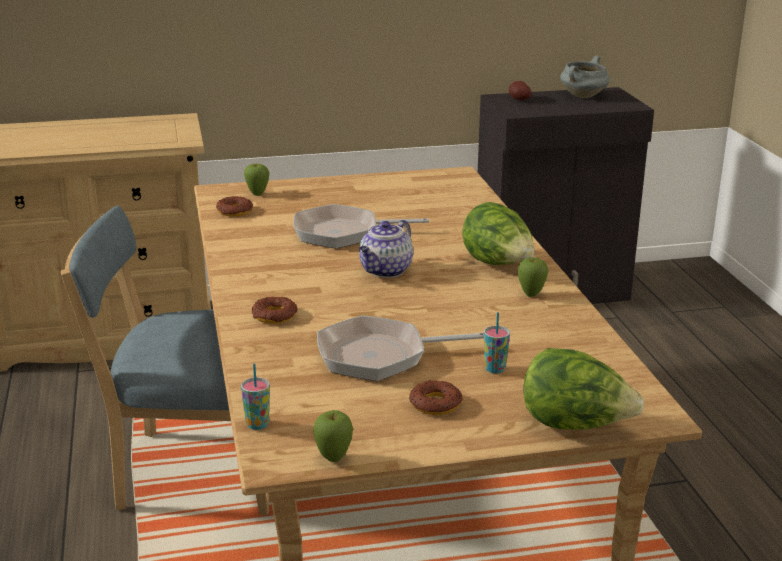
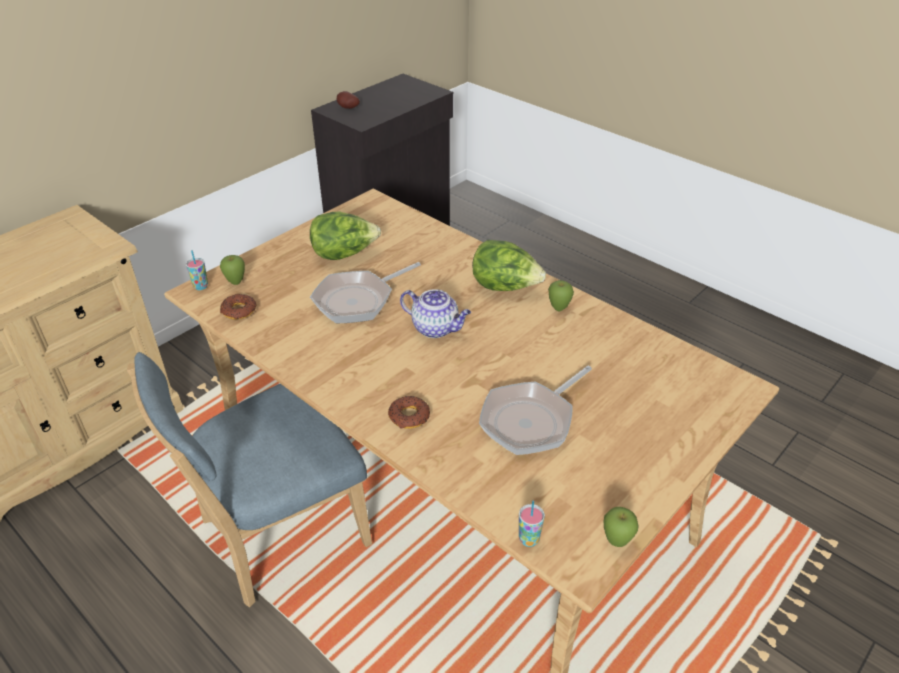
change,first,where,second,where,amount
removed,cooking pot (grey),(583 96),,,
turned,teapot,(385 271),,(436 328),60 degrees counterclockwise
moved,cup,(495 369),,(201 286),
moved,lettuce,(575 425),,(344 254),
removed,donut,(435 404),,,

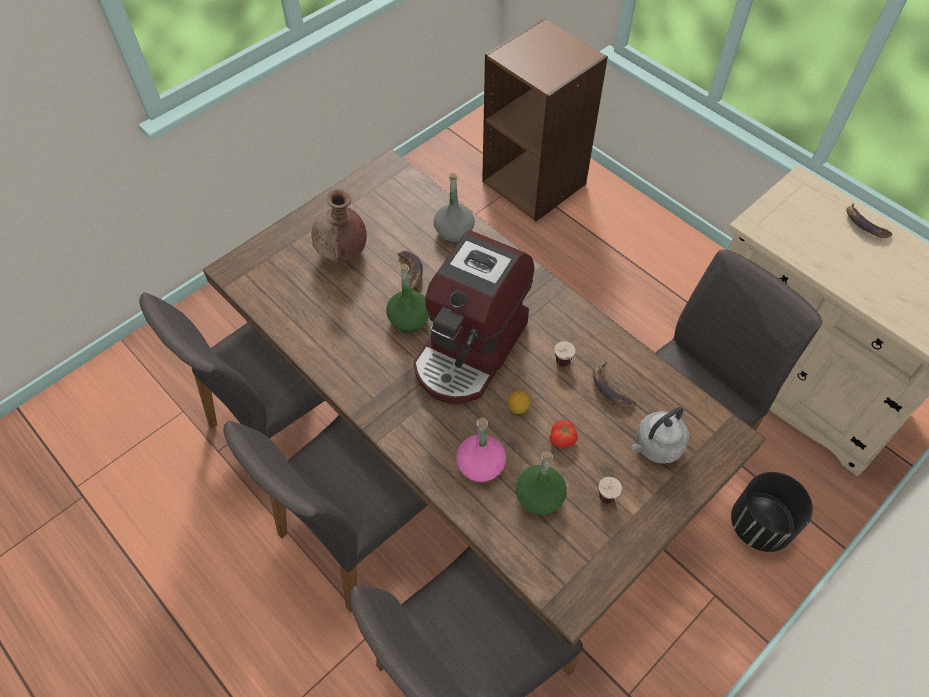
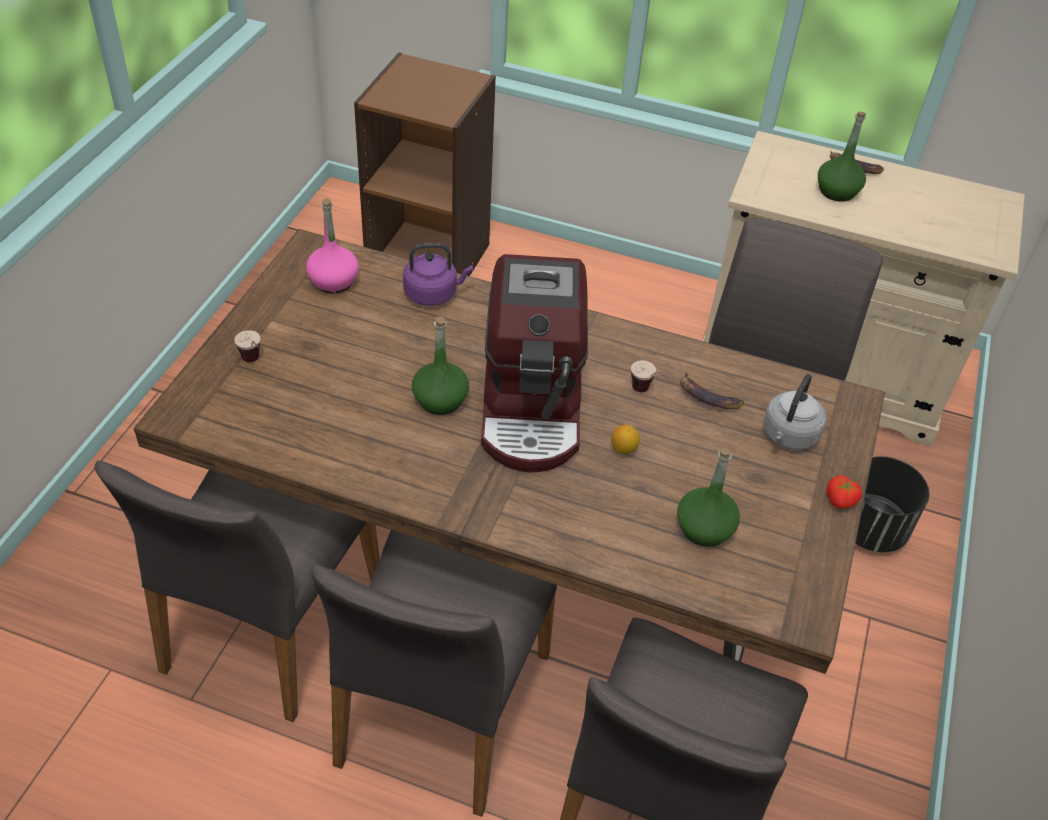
change,first,where,second,where,amount
replaced,bottle (grey),(454 231),kettle (purple),(433 294),
removed,vase (brown),(342 253),,,
removed,banana,(409 274),,,
moved,bottle (pink),(481 465),,(333 281),
moved,tomato,(563 439),,(841 499),
moved,cup,(608 505),,(254 363),
added,,,bottle (green),(836 191),

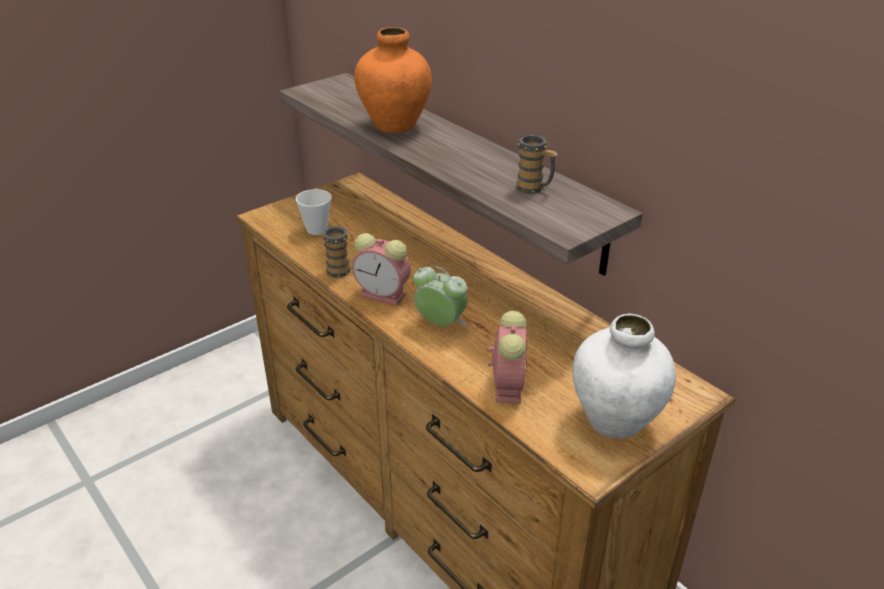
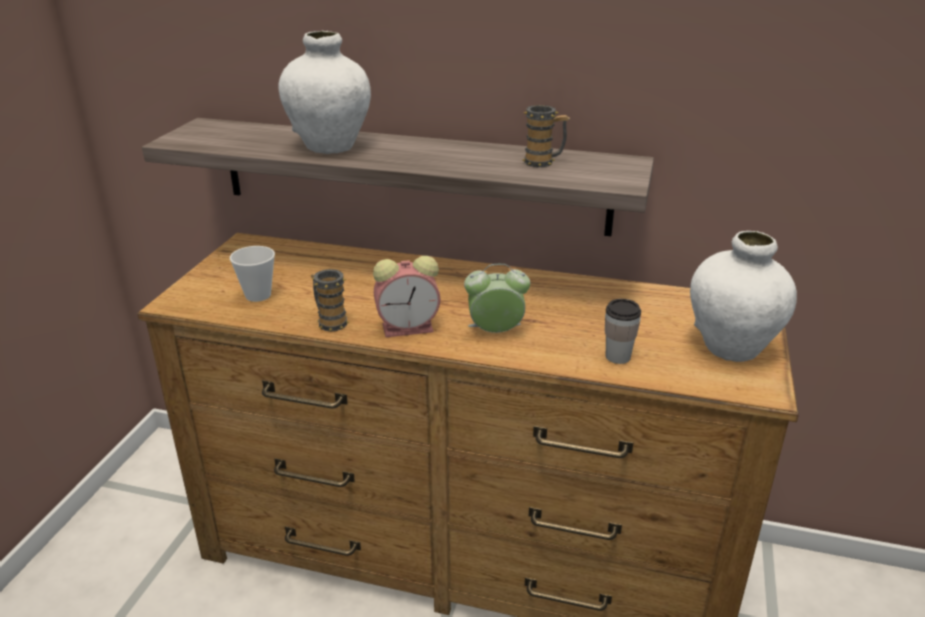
change,first,where,second,where,amount
recoloured,vase (orange),(394 125),vase (white),(329 147),
replaced,alarm clock,(507 385),cup,(618 356),

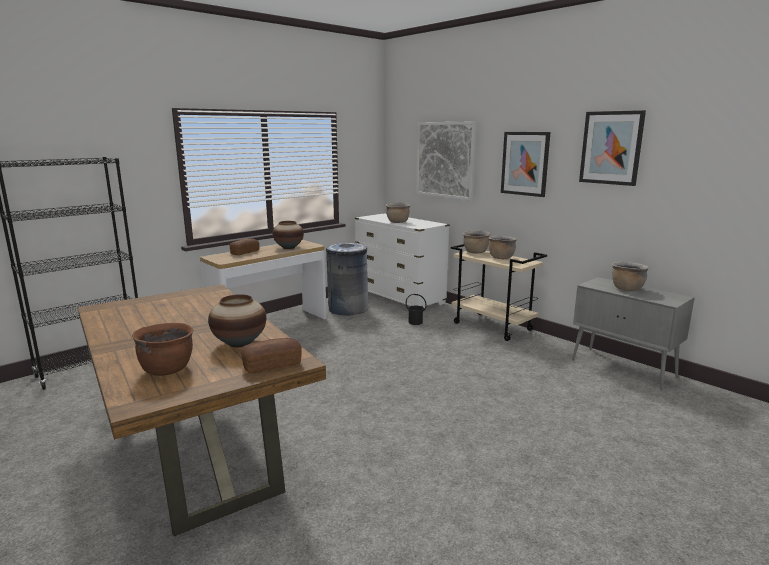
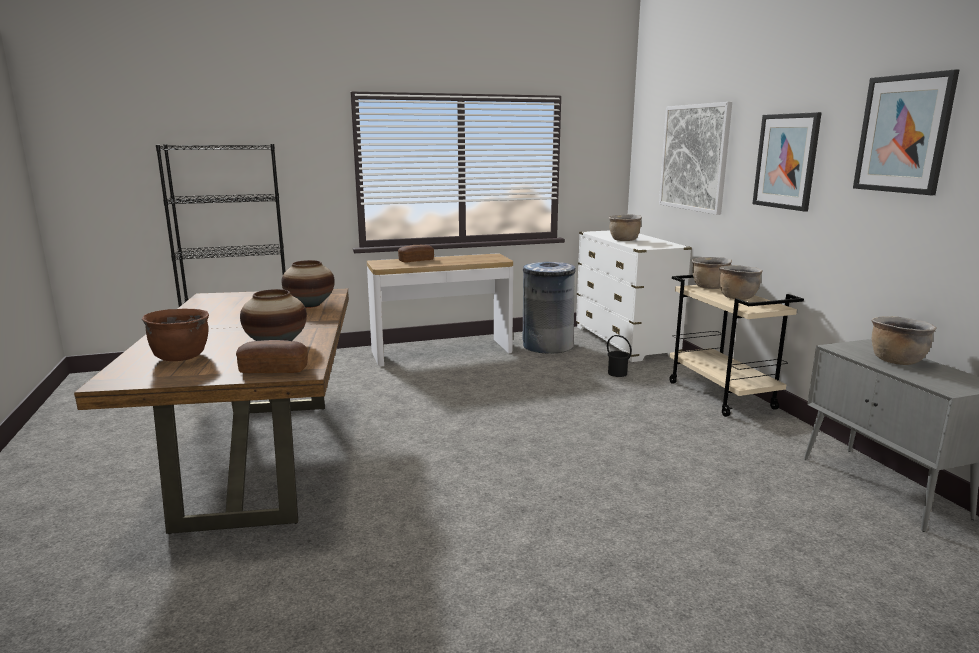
change,first,where,second,where,amount
moved,vase,(289 248),,(310 305),

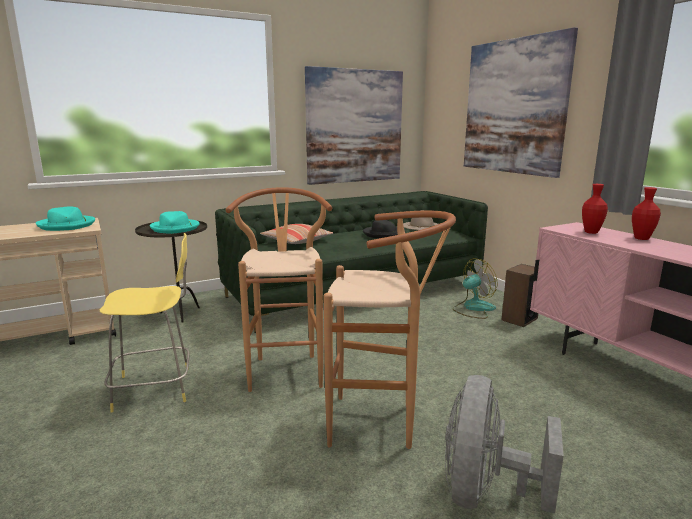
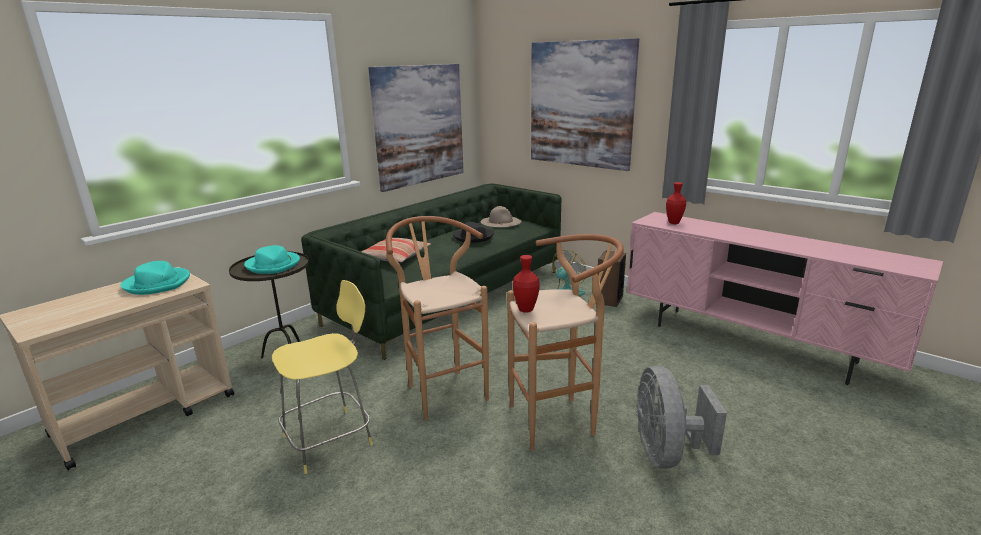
change,first,where,second,where,amount
moved,vase (red),(641 238),,(526 310),

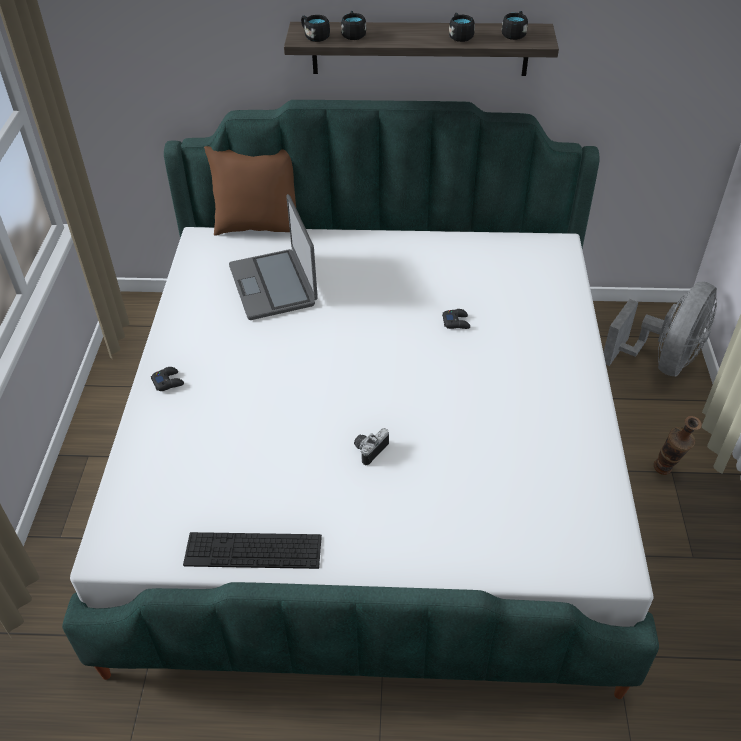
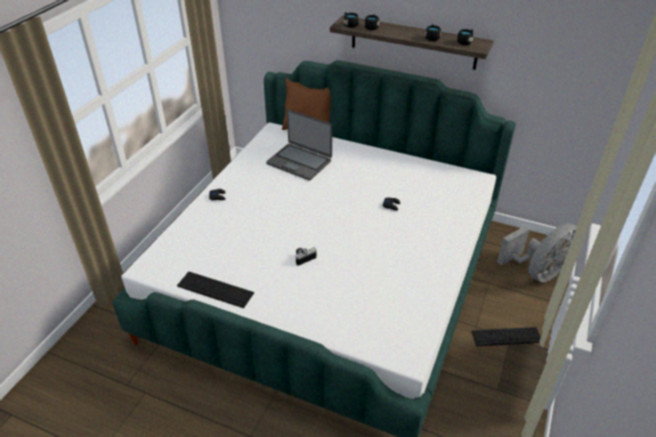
change,first,where,second,where,amount
turned,laptop,(274 285),,(299 162),60 degrees counterclockwise
replaced,vase,(666 472),keyboard,(506 336),

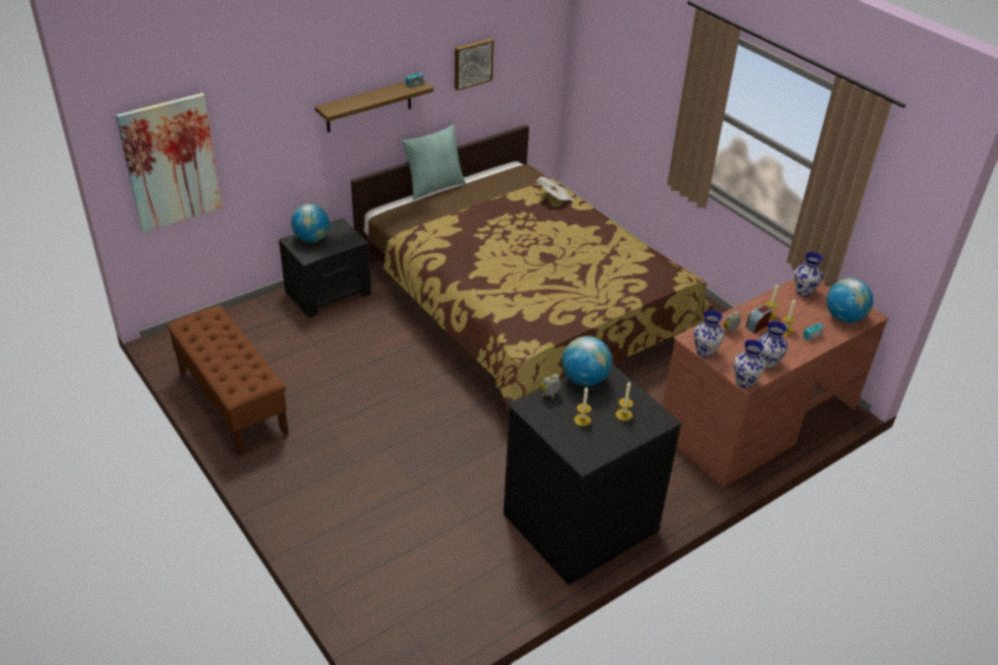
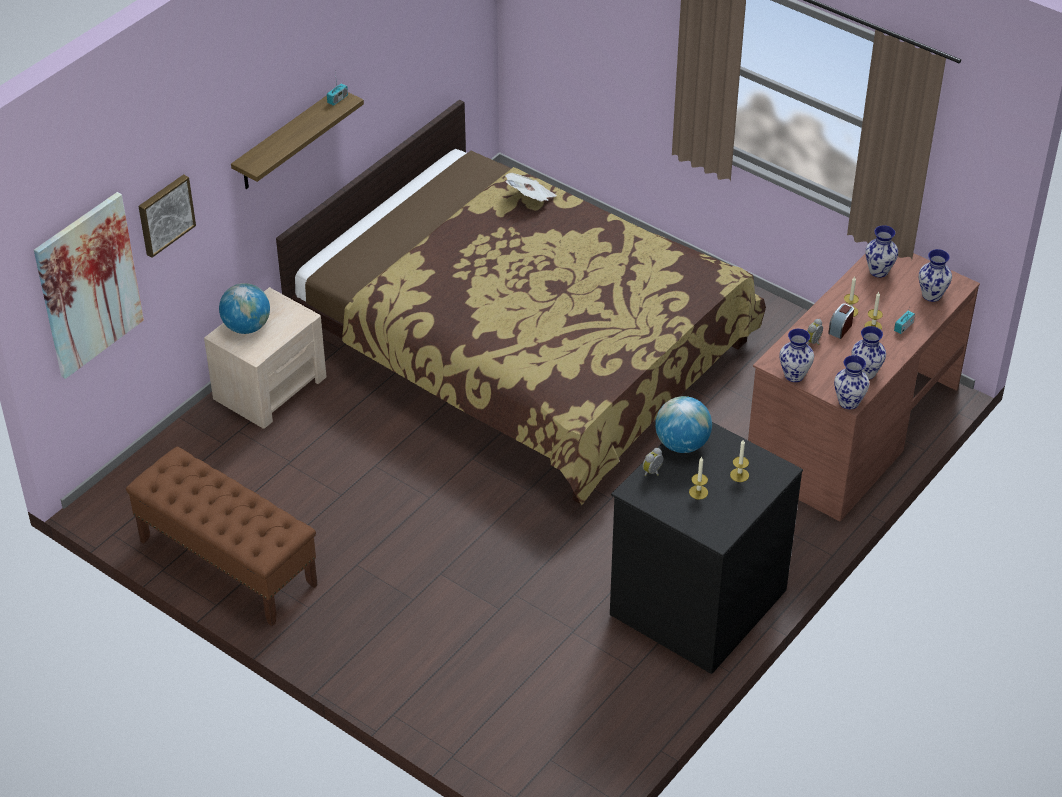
change,first,where,second,where,amount
moved,picture,(472 63),,(165 214),
removed,pillow,(434 187),,,
recoloured,nightstand (black),(328 292),nightstand (beige),(270 387),
replaced,globe,(844 317),vase,(931 295),

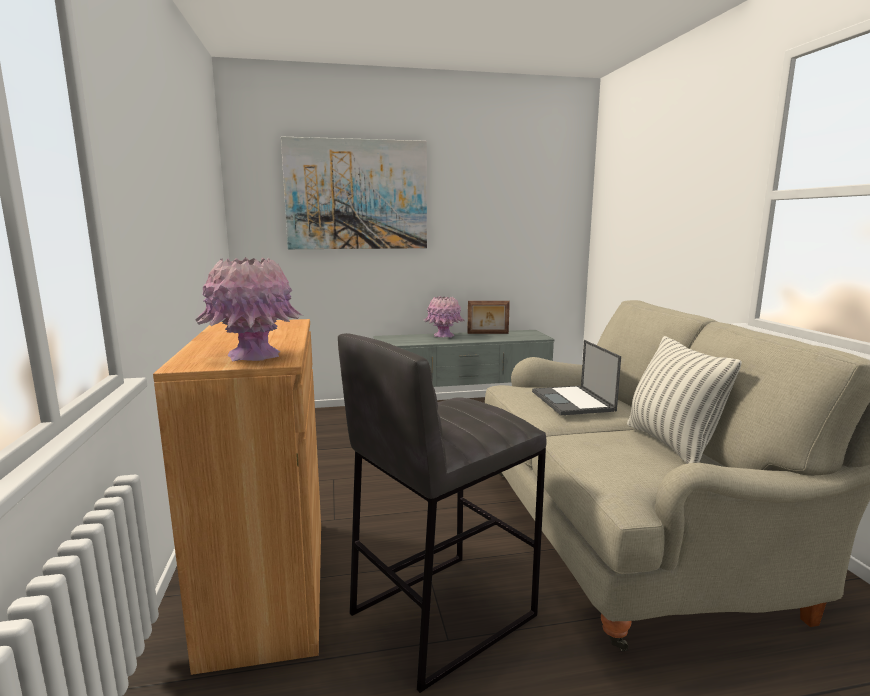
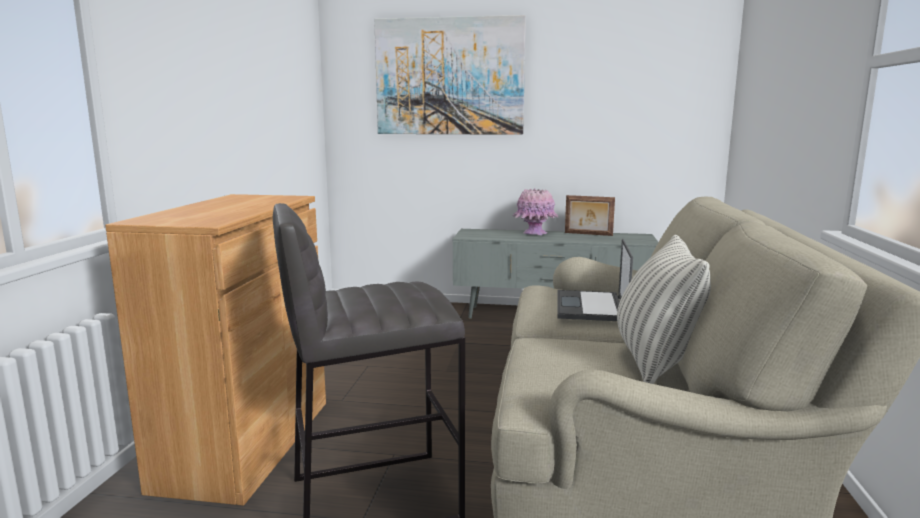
change,first,where,second,where,amount
removed,vase (pink),(253 356),,,

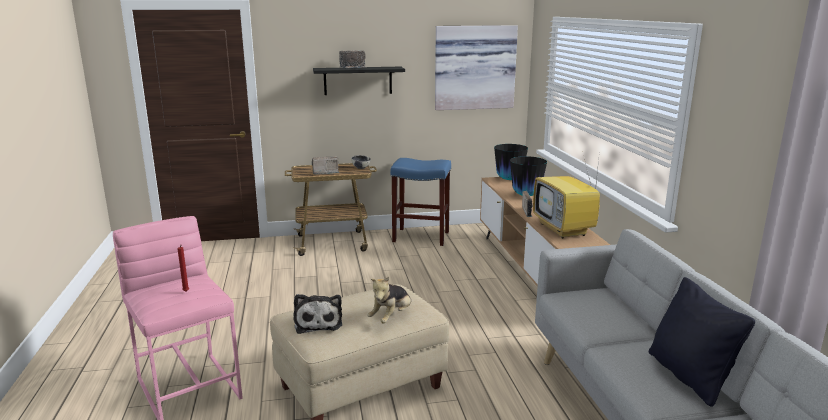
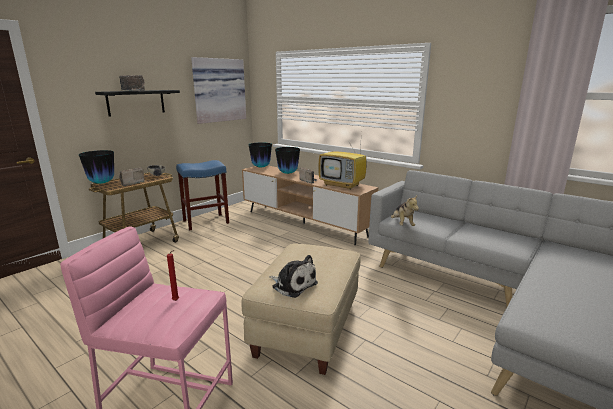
change,first,where,second,where,amount
moved,plush toy,(391 317),,(402 224),
removed,pillow (black),(689 376),,,
added,,,vase,(102 183),

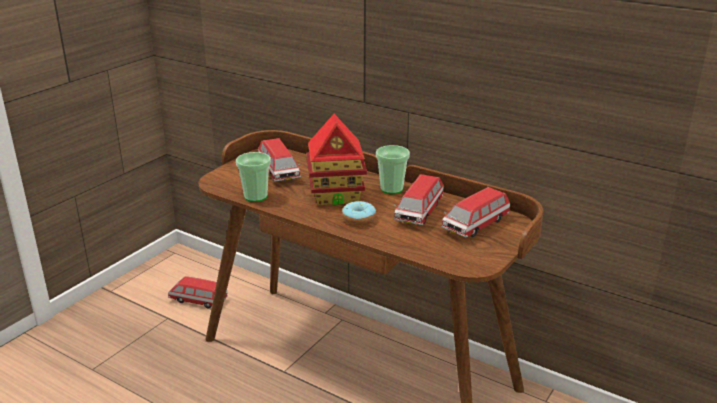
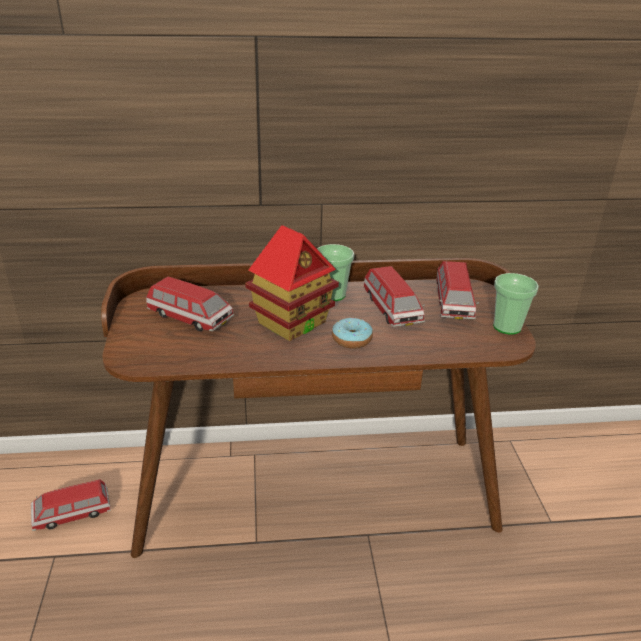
change,first,where,second,where,amount
moved,cup,(255 196),,(507 327),

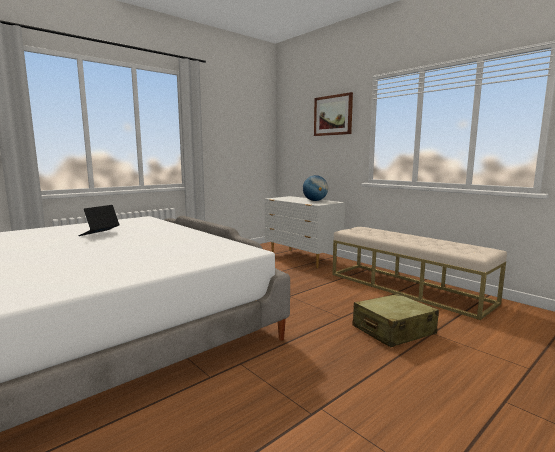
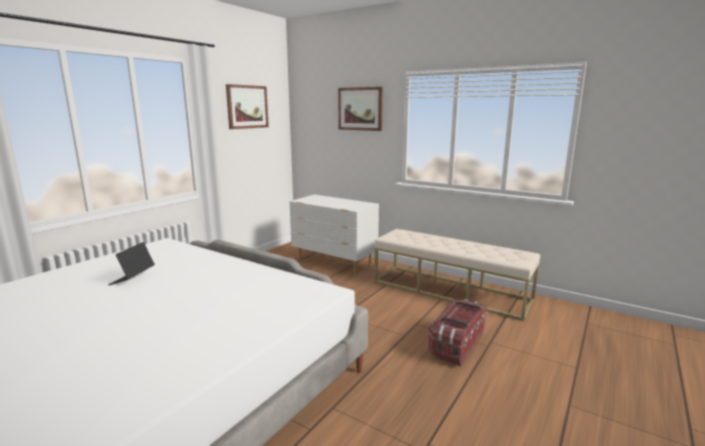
change,first,where,second,where,amount
removed,globe,(315 200),,,
replaced,suitcase (beige),(393 330),storage box,(456 344),
added,,,picture,(247 107),

